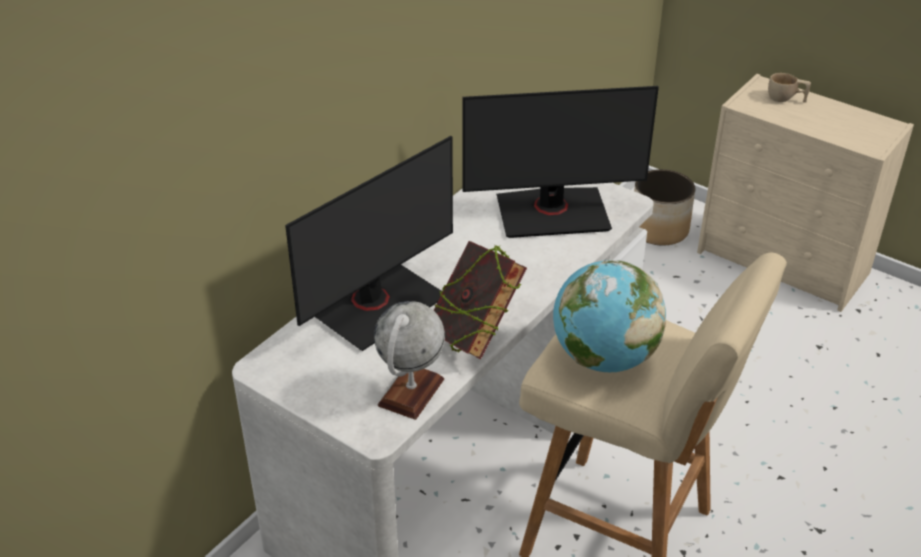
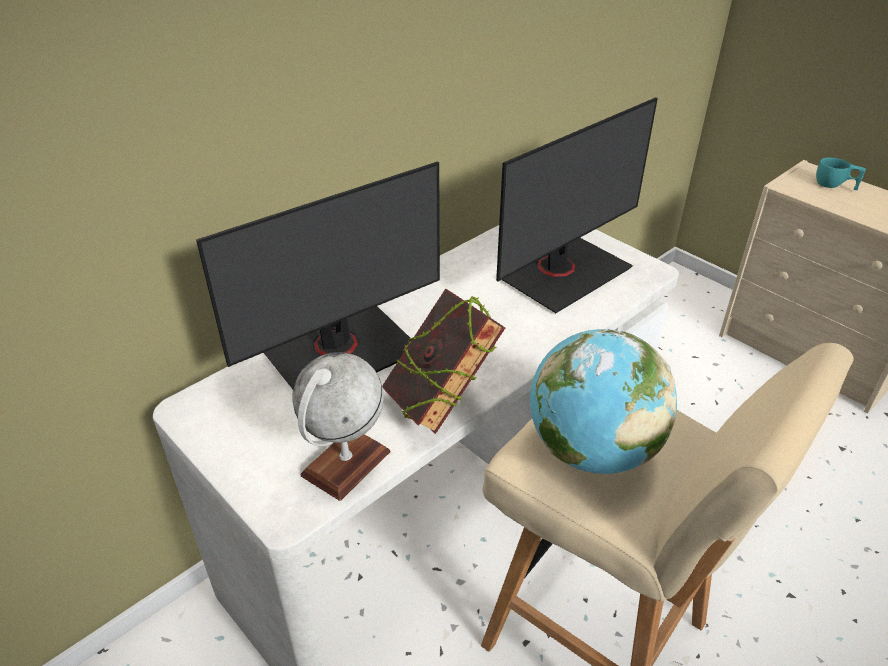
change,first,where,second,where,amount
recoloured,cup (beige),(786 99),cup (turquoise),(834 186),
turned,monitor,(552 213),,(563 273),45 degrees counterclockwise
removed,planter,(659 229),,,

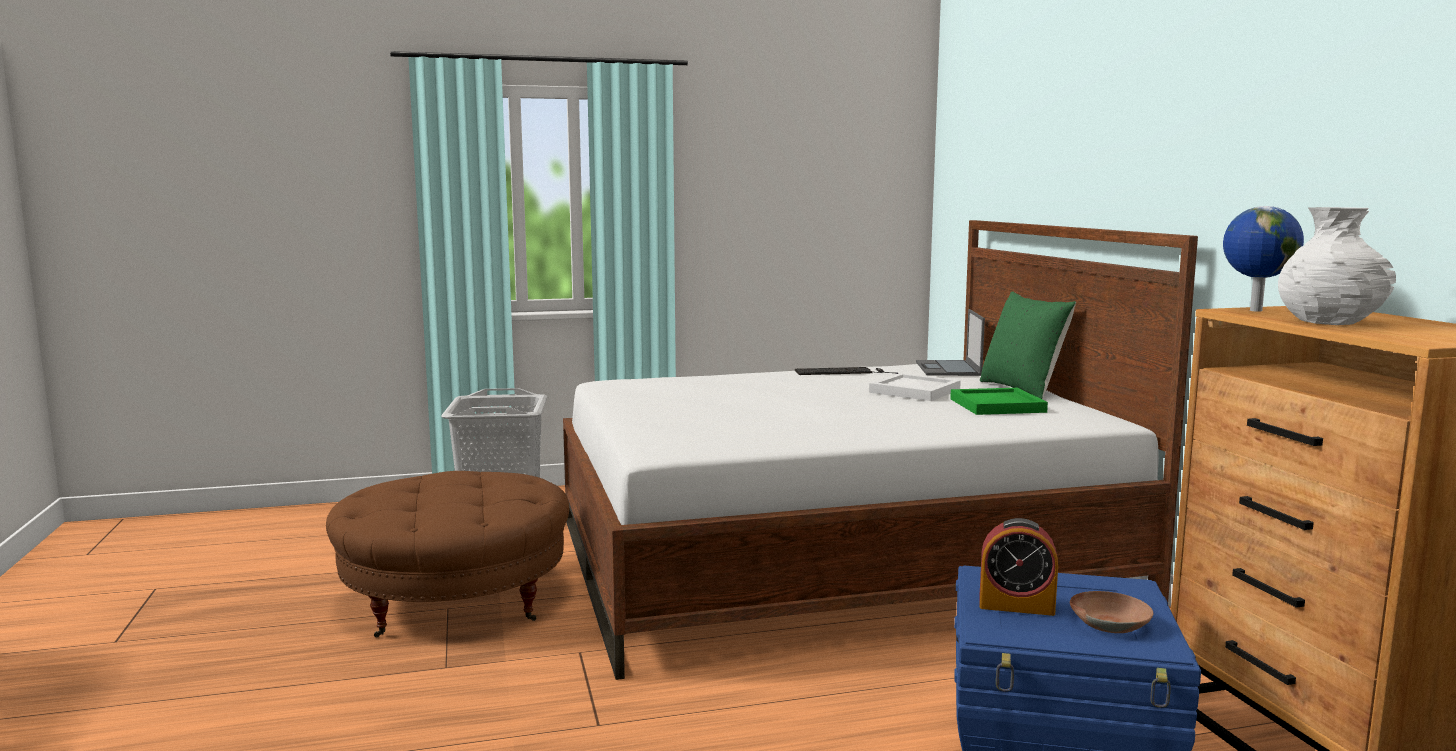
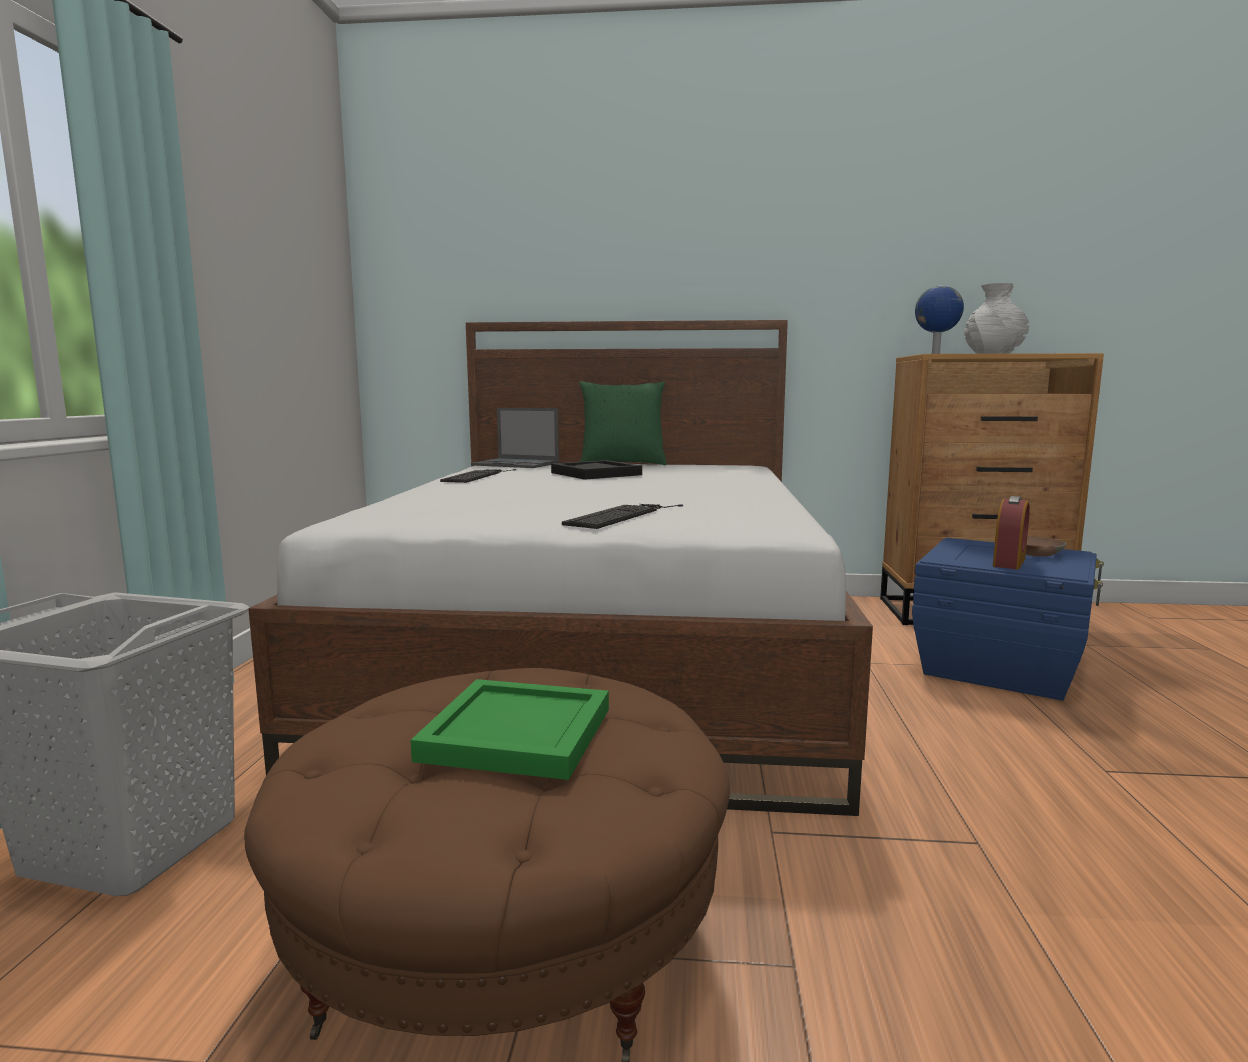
change,first,where,second,where,amount
recoloured,tray (white),(915 391),tray (black),(597 474),
moved,tray (green),(998 405),,(520 733),
added,,,keyboard,(621 515),

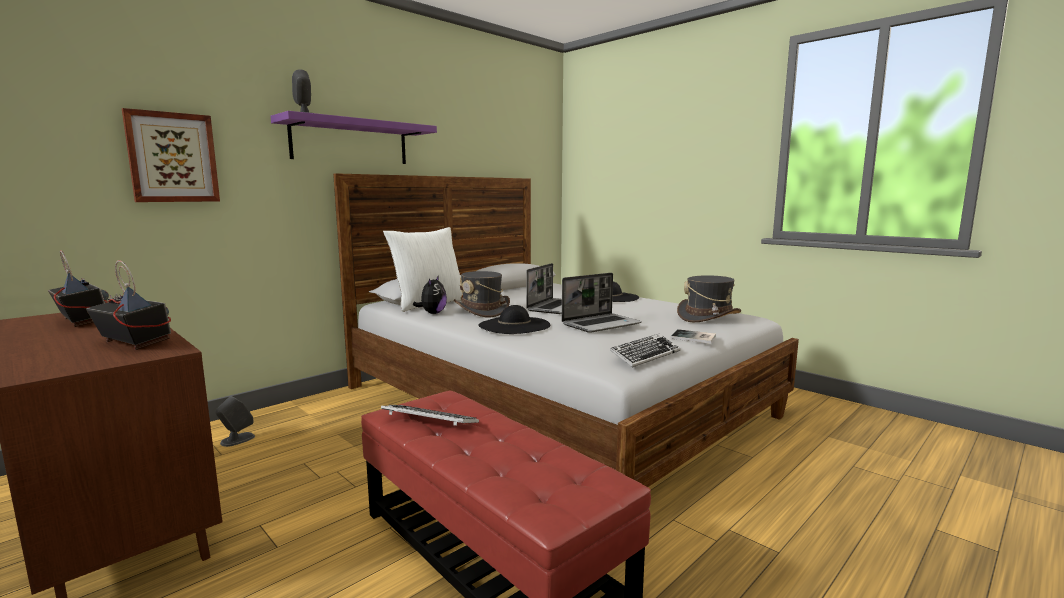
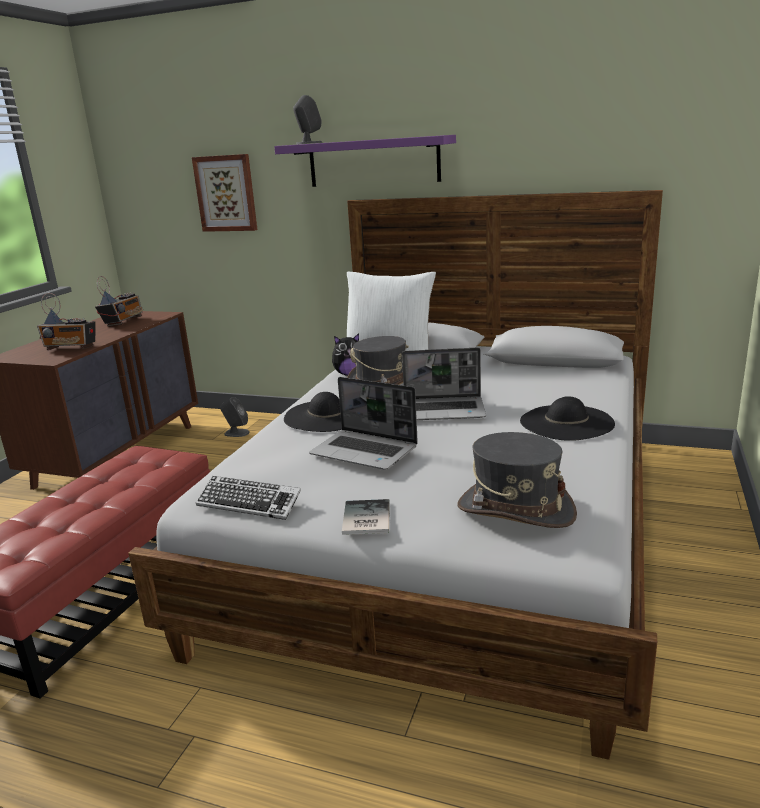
change,first,where,second,where,amount
turned,radio,(134 343),,(71 348),90 degrees clockwise
removed,keyboard,(429 421),,,

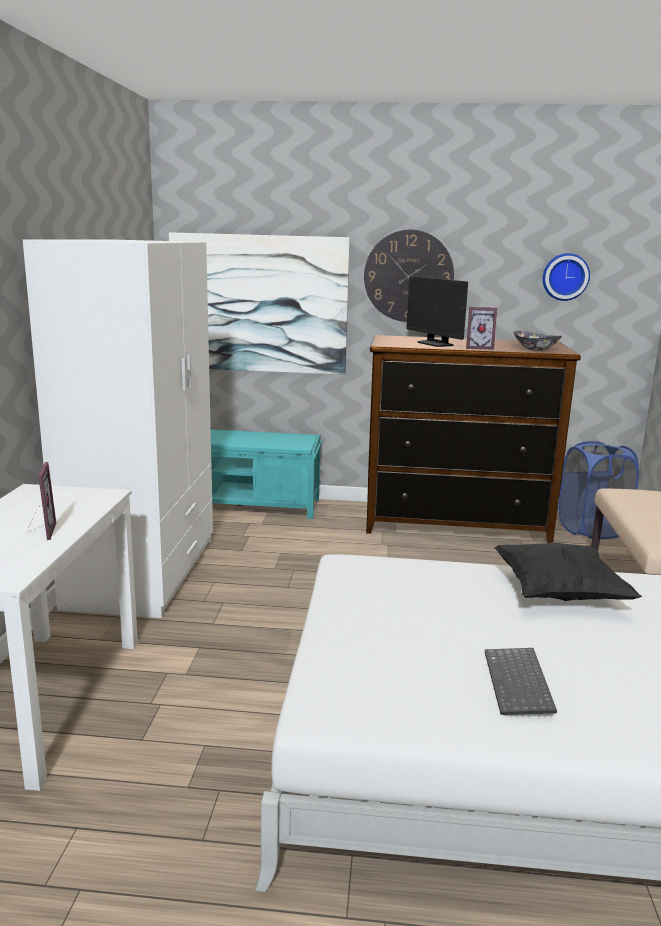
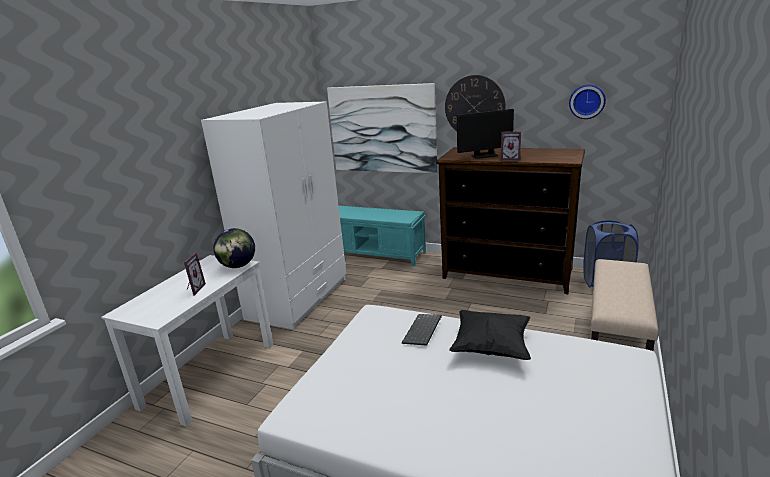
change,first,where,second,where,amount
turned,monitor,(435 344),,(484 155),90 degrees counterclockwise
removed,bowl,(536 349),,,
moved,keyboard,(520 684),,(423 331),
added,,,globe,(238 266),

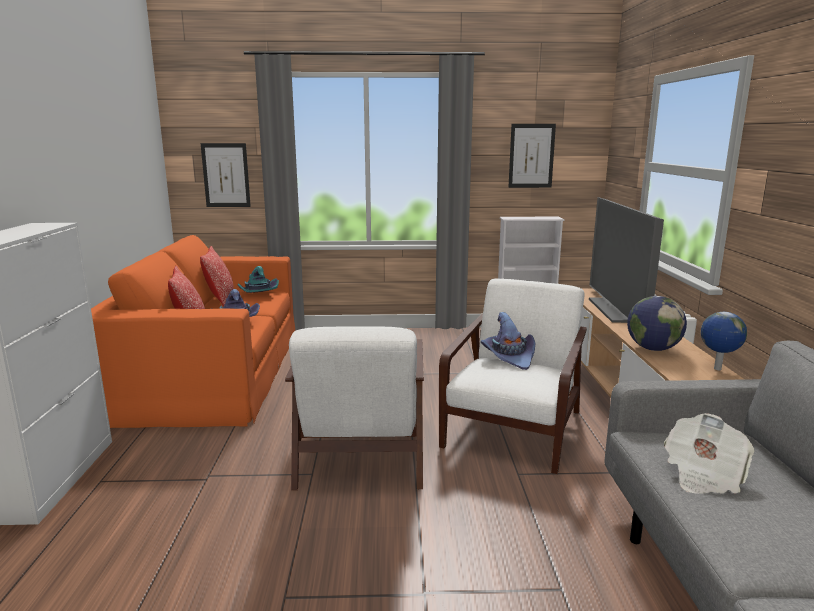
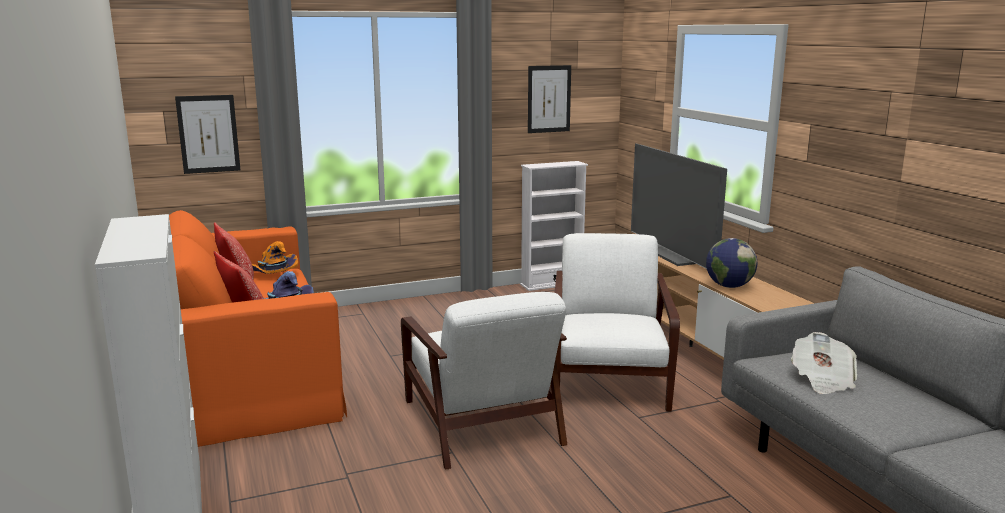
change,first,where,second,where,amount
recoloured,hat (turquoise),(257 293),hat (orange),(273 274),
removed,hat (purple),(509 357),,,
removed,globe,(717 369),,,

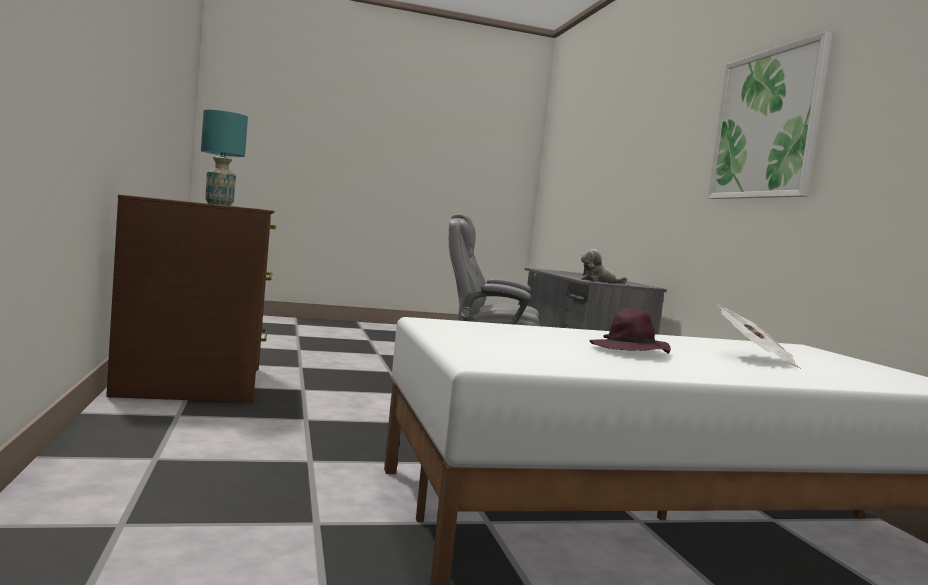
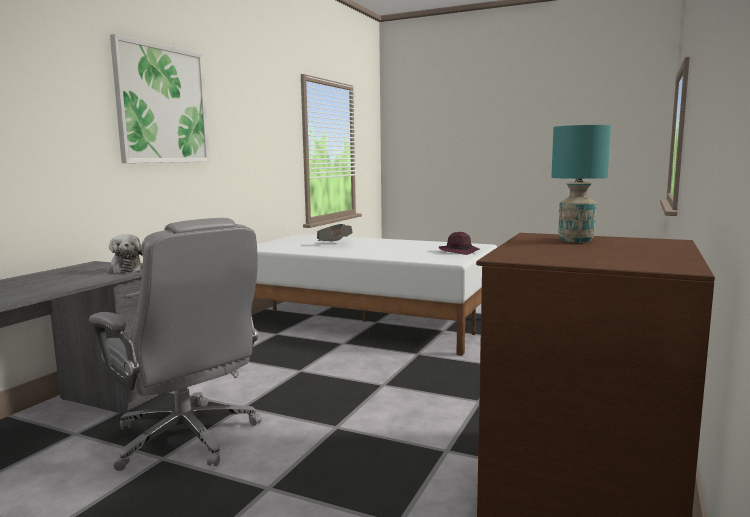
change,first,where,second,where,amount
moved,hat (purple),(629 351),,(459 251),

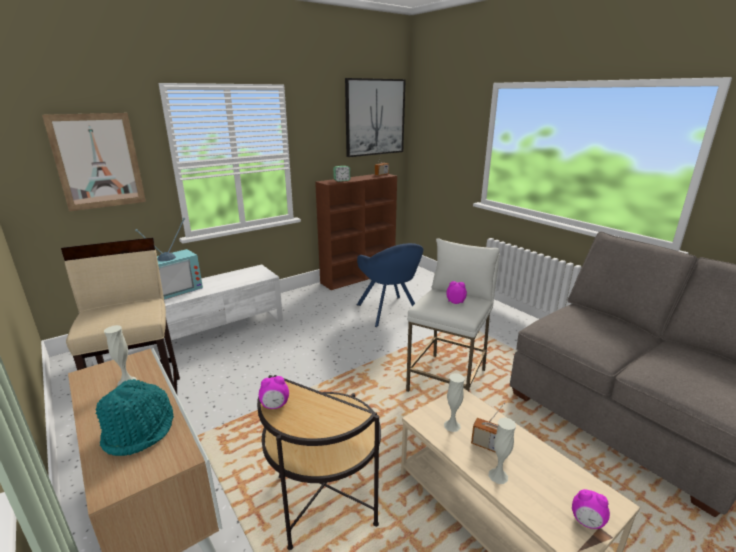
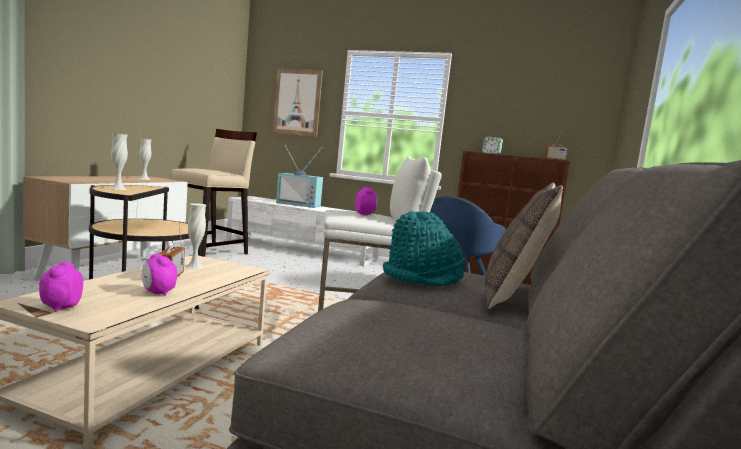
change,first,where,second,where,amount
removed,picture,(375 117),,,
moved,alarm clock,(275 406),,(158 293),
moved,hat (turquoise),(140 430),,(423 278),
moved,vase (white),(498 476),,(118 188),
added,,,pillow,(513 296),

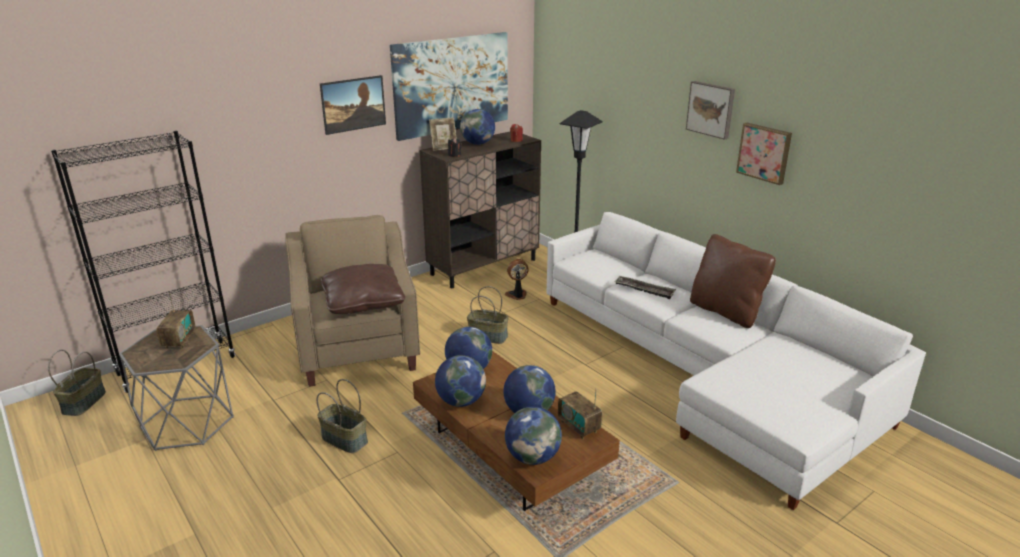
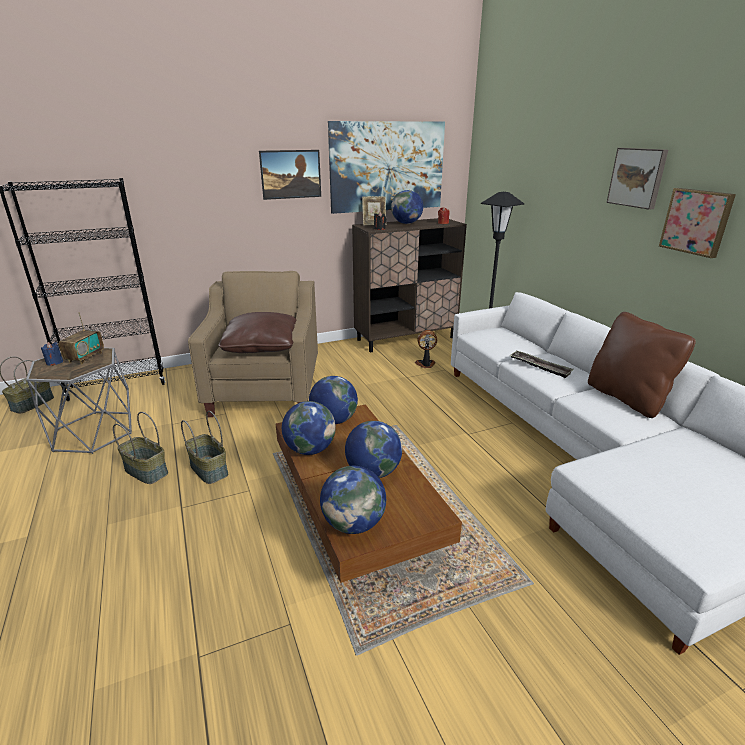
change,first,where,second,where,amount
moved,basket,(488 336),,(147 471),
removed,radio,(579 427),,,
added,,,candle (blue),(54 362),

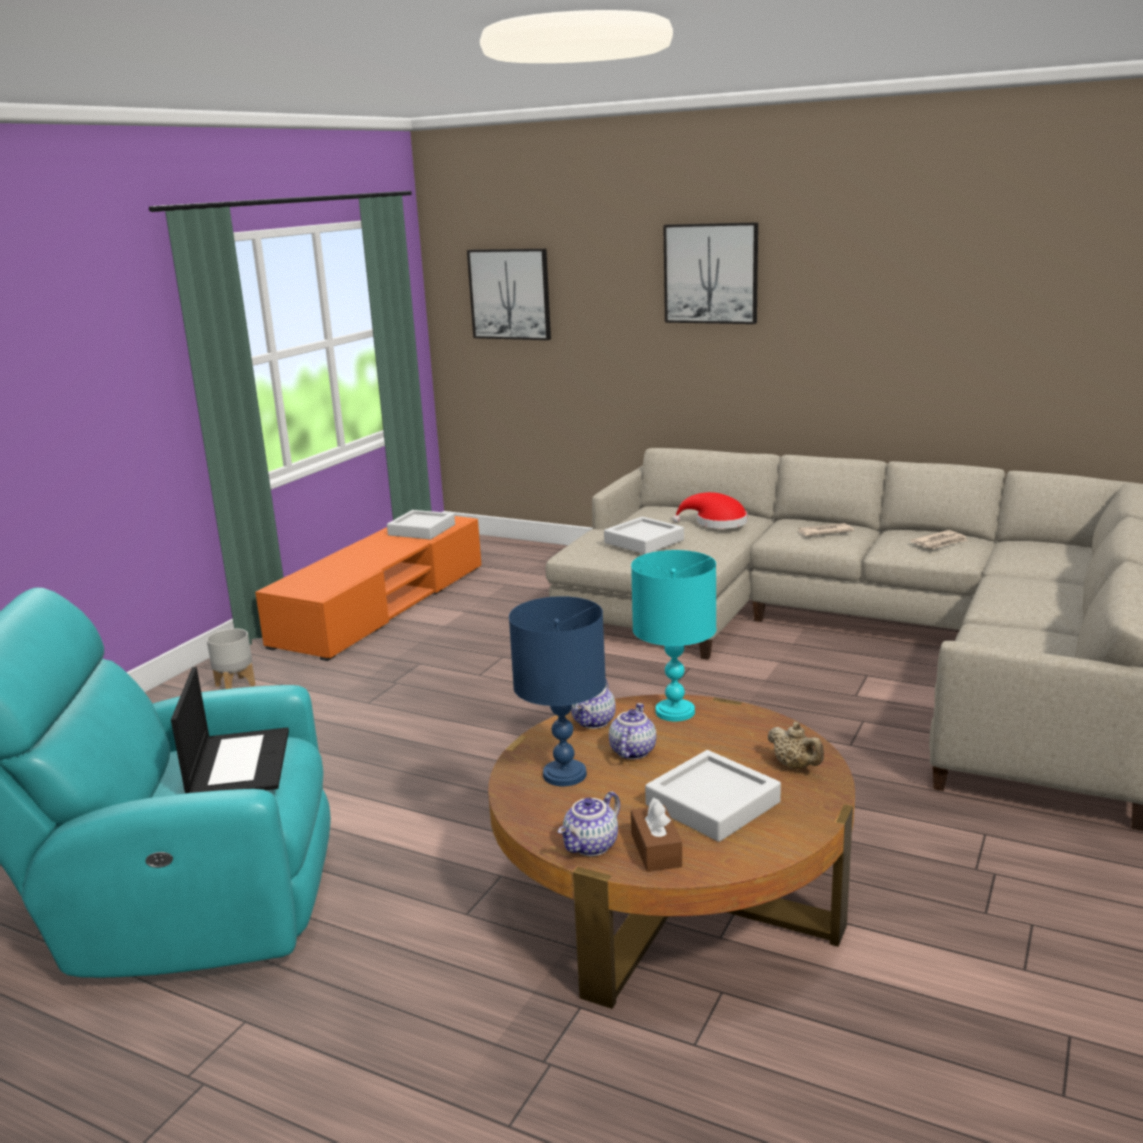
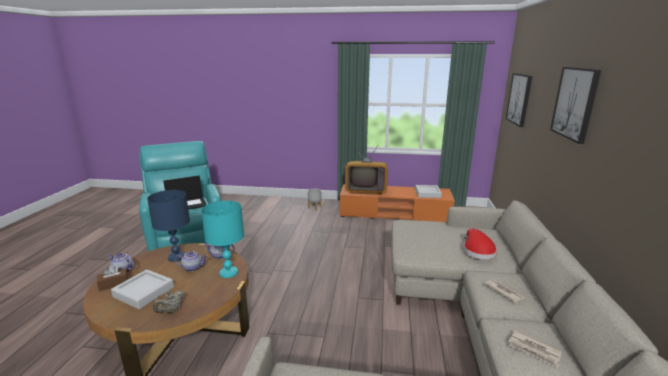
change,first,where,second,where,amount
removed,tray (grey),(644 541),,,
added,,,television,(366 190),

